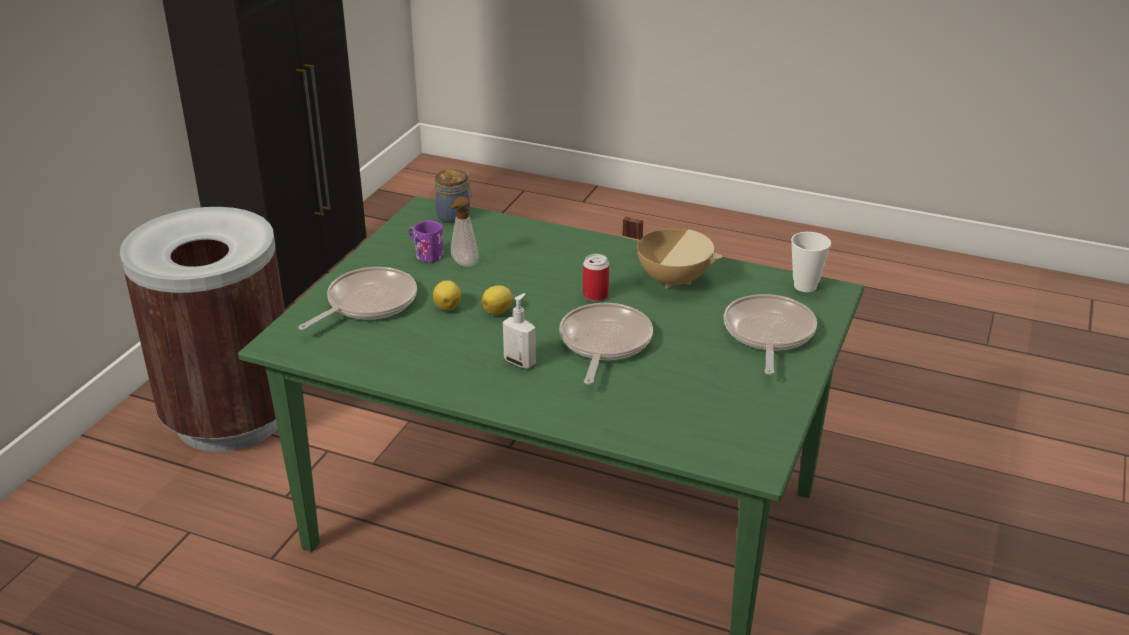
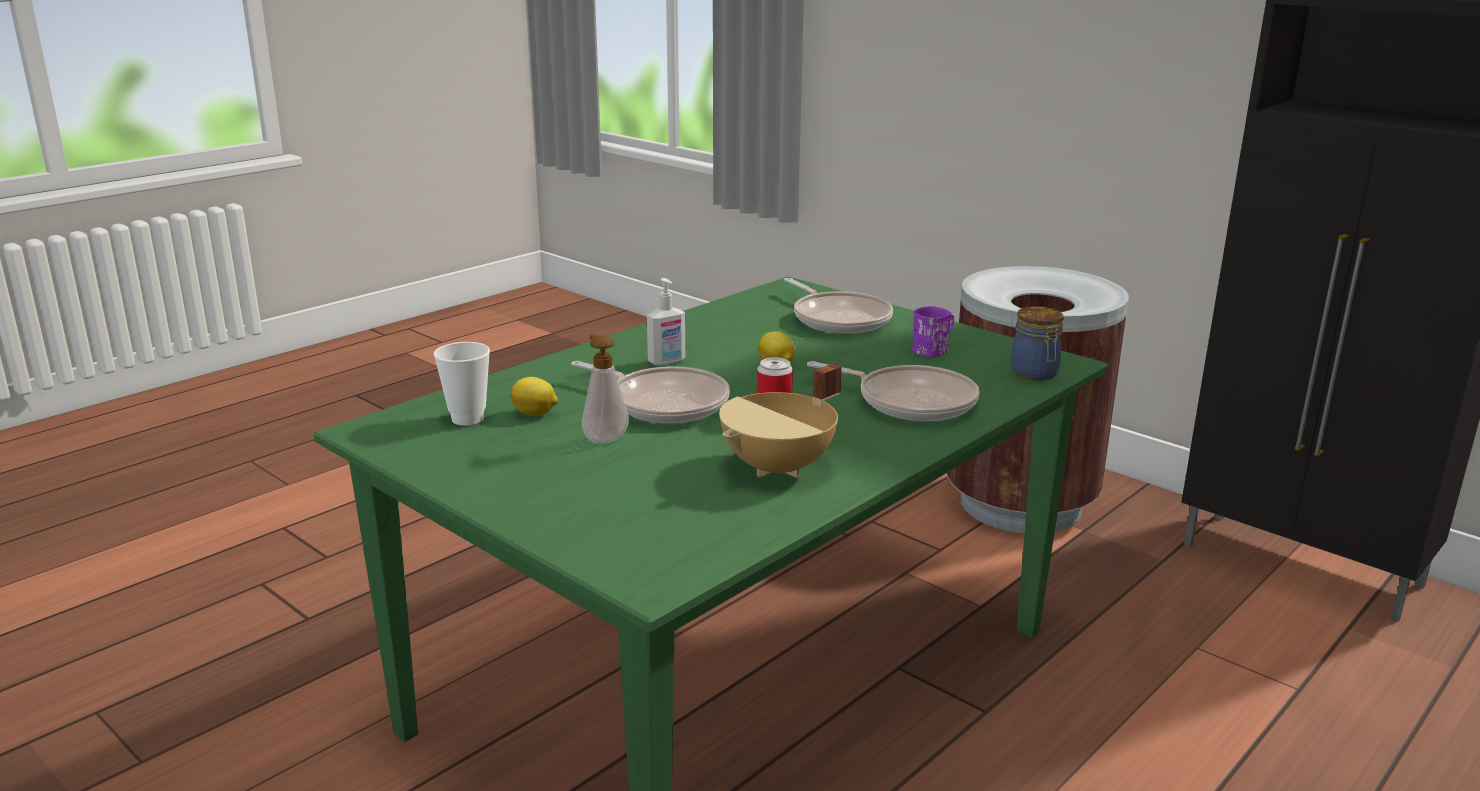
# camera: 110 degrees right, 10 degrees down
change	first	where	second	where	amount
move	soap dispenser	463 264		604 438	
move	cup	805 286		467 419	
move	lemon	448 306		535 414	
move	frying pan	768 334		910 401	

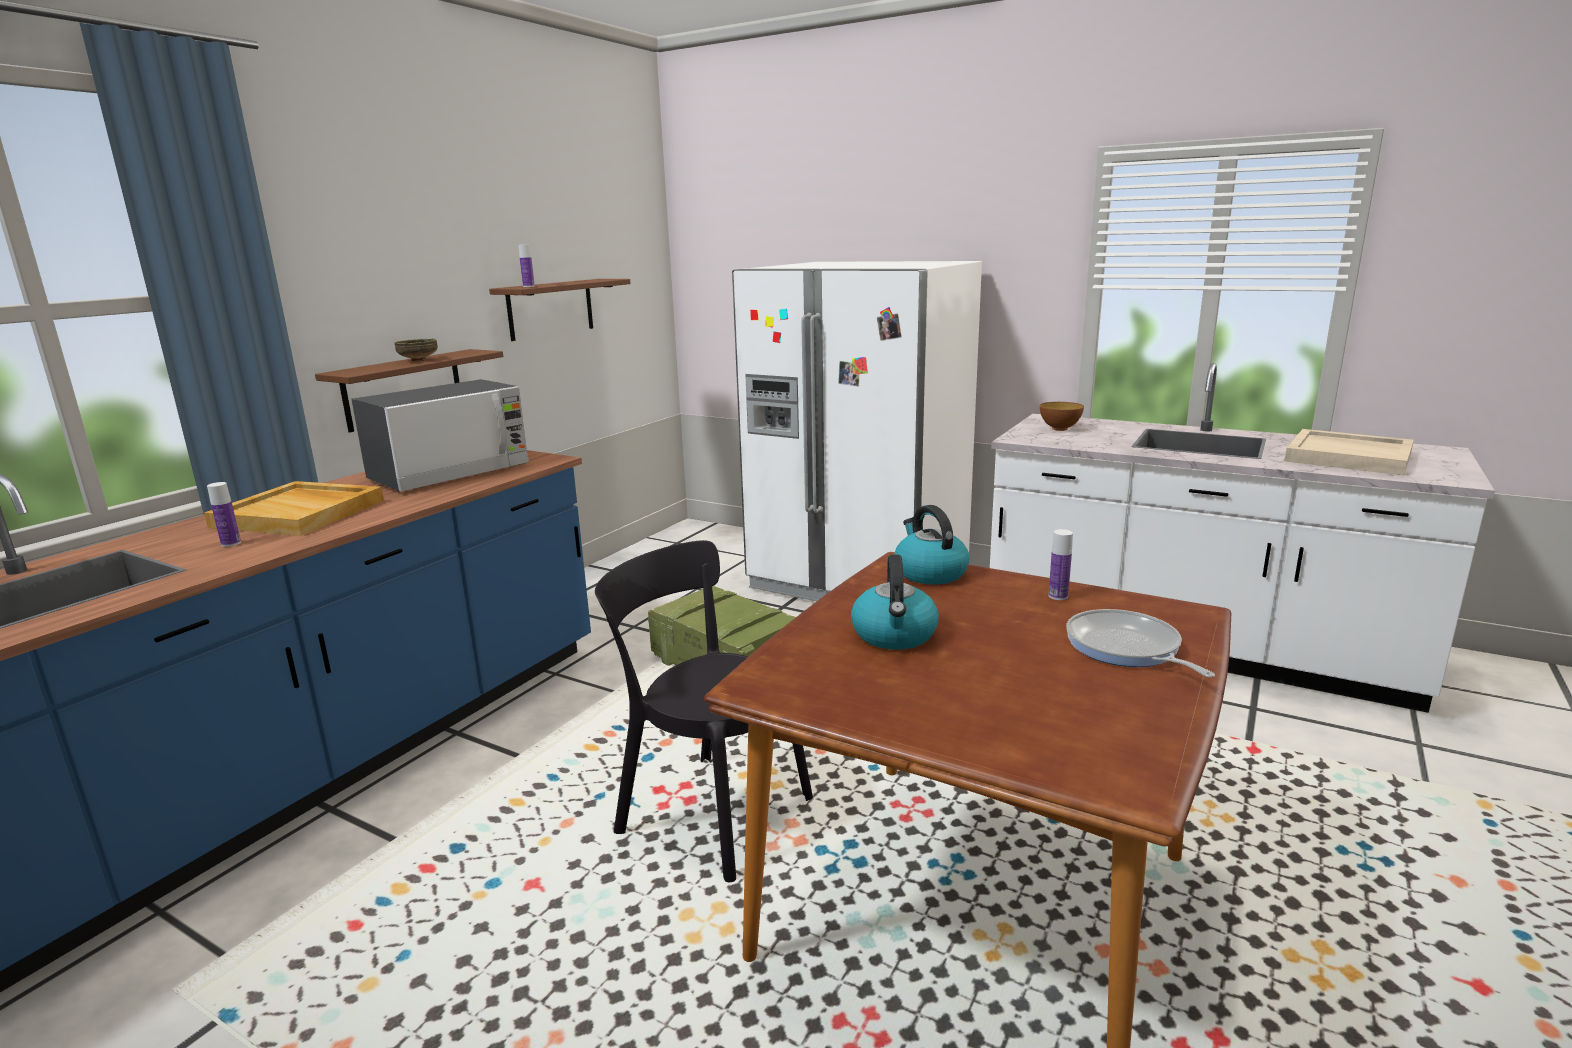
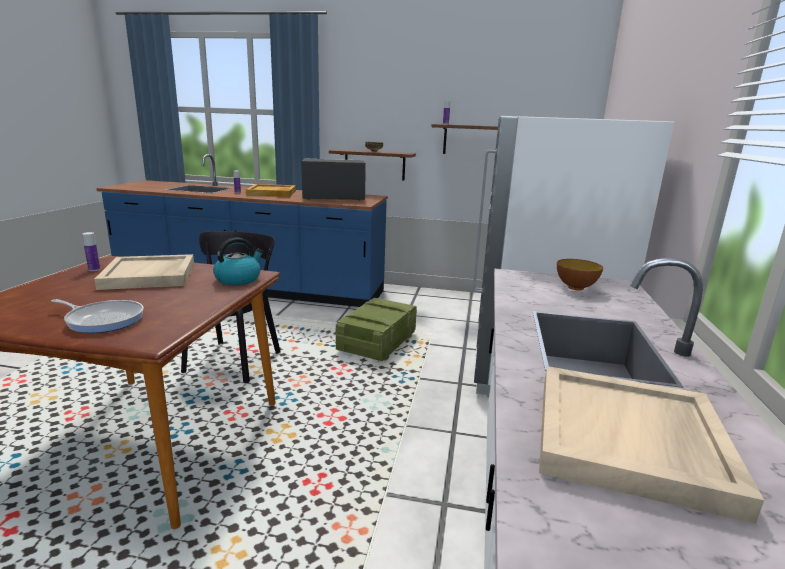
# camera: 70 degrees right, 0 degrees up
change	first	where	second	where	amount
rotate	microwave	451 473		333 198	150 degrees clockwise
move	bottle	1058 596		94 269	
replace	kettle	895 635	beige tray	150 275	
rotate	frying pan	1126 648		103 320	60 degrees clockwise

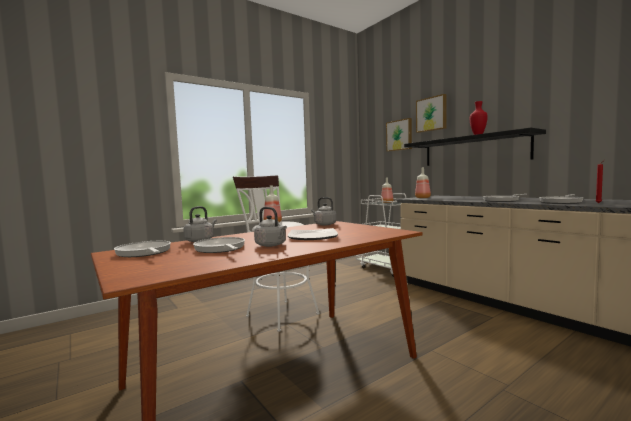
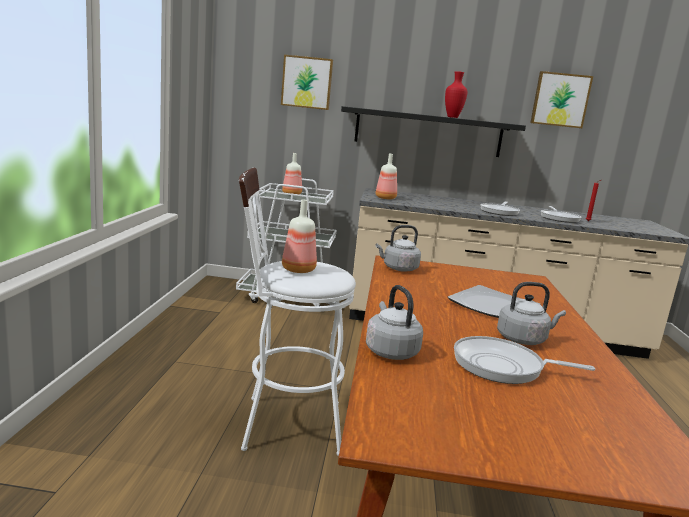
# camera: 50 degrees left, 10 degrees up
change	first	where	second	where	amount
move	picture	431 114		560 100	
delete	frying pan	144 253			

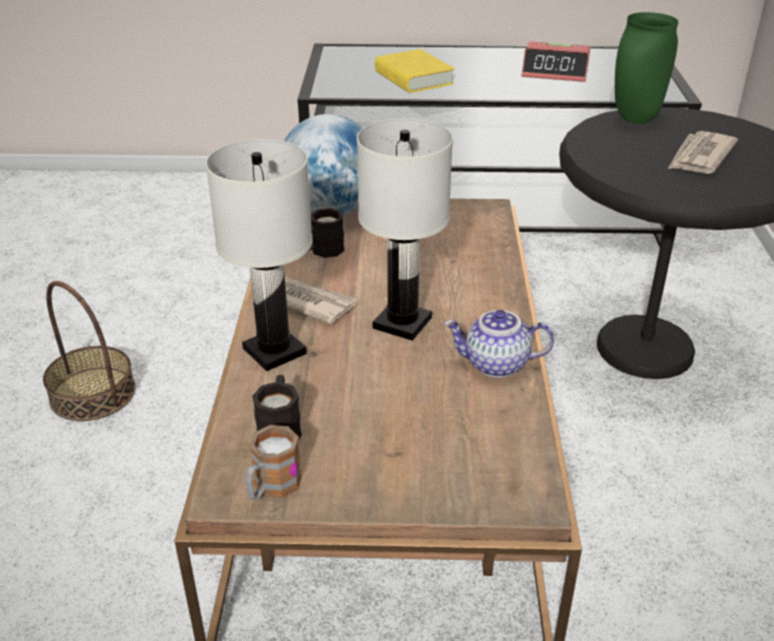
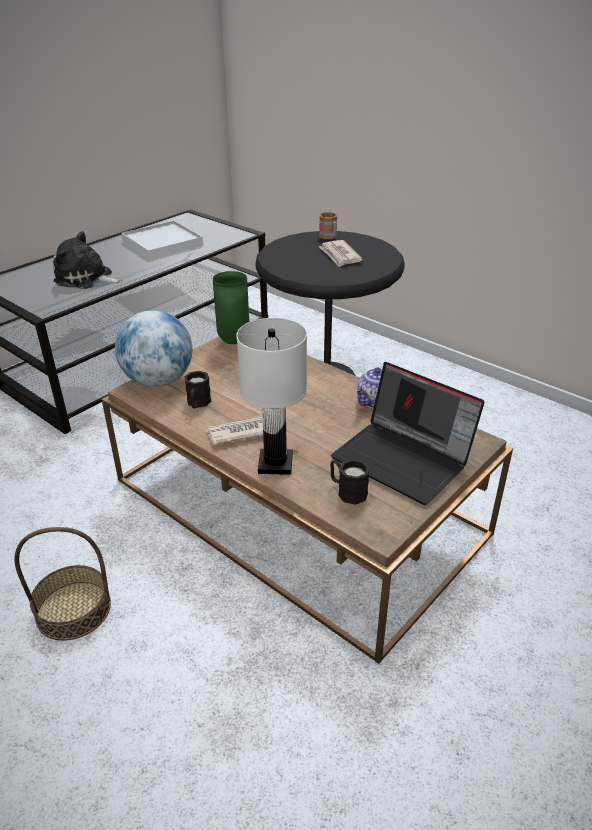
# camera: 50 degrees left, 0 degrees up
change	first	where	second	where	amount
move	green vase	634 118		233 340	
replace	alarm clock	555 72	white tray	162 243	
replace	yellow book	413 78	plush toy	86 279	
delete	white table lamp	401 323			
move	mug	271 487		329 237	
insert			laptop	404 459	

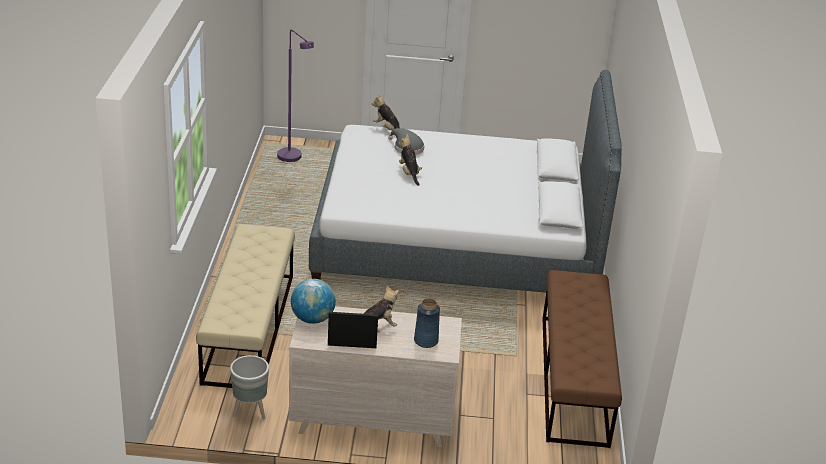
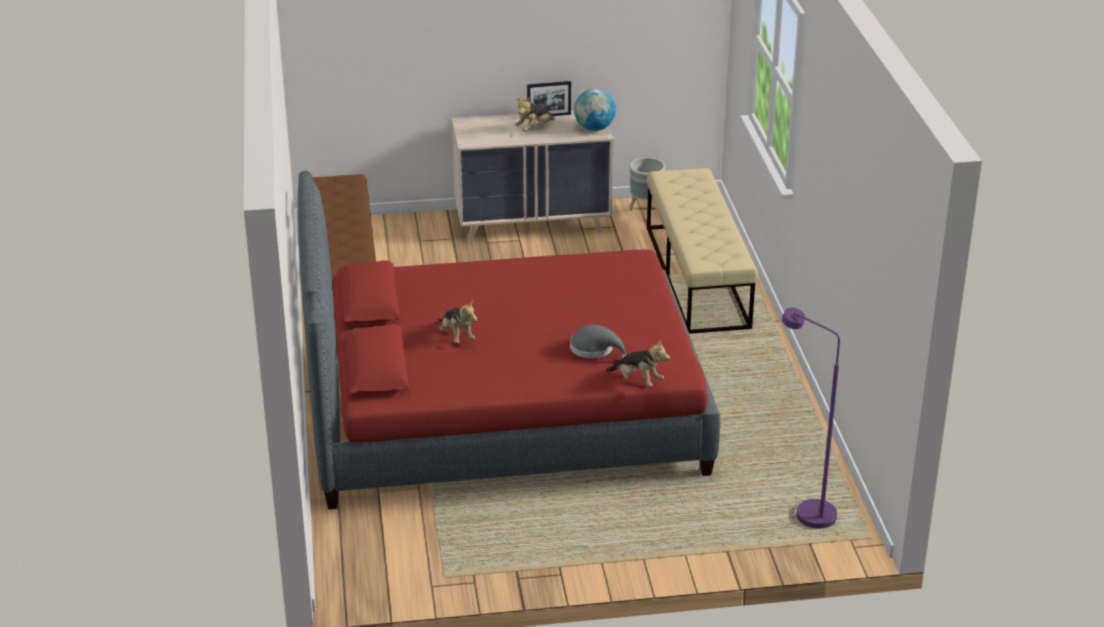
# camera: 170 degrees right, 0 degrees up
change	first	where	second	where	amount
recolor	white bed	457 243	red bed	503 414	
move	plush toy	409 173		456 336	
delete	blue vase	425 341			

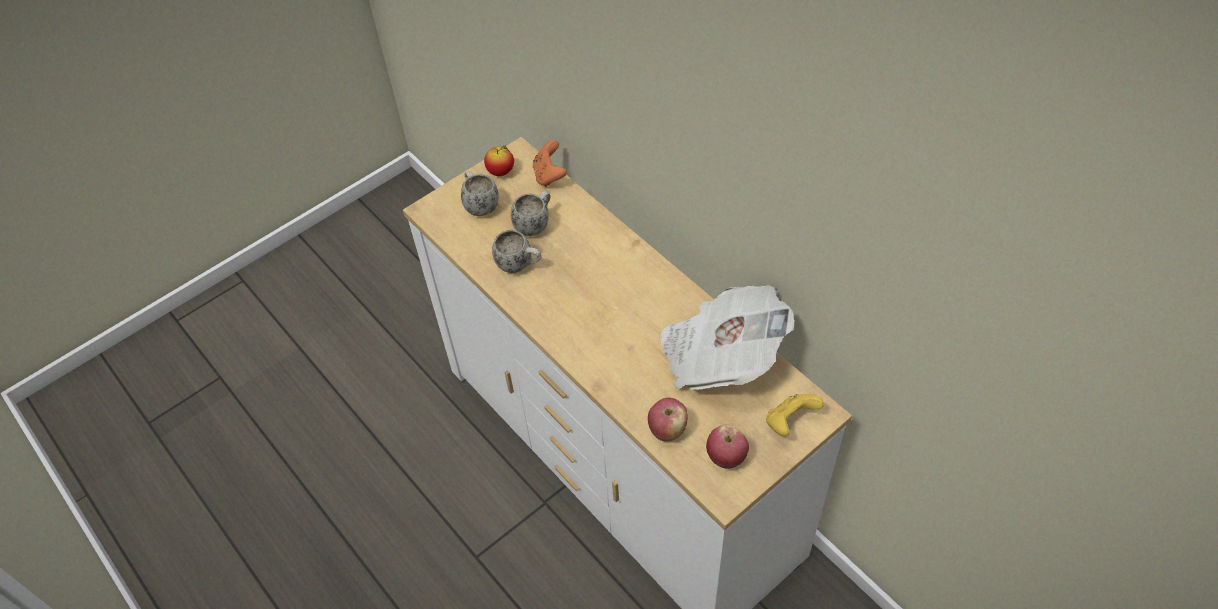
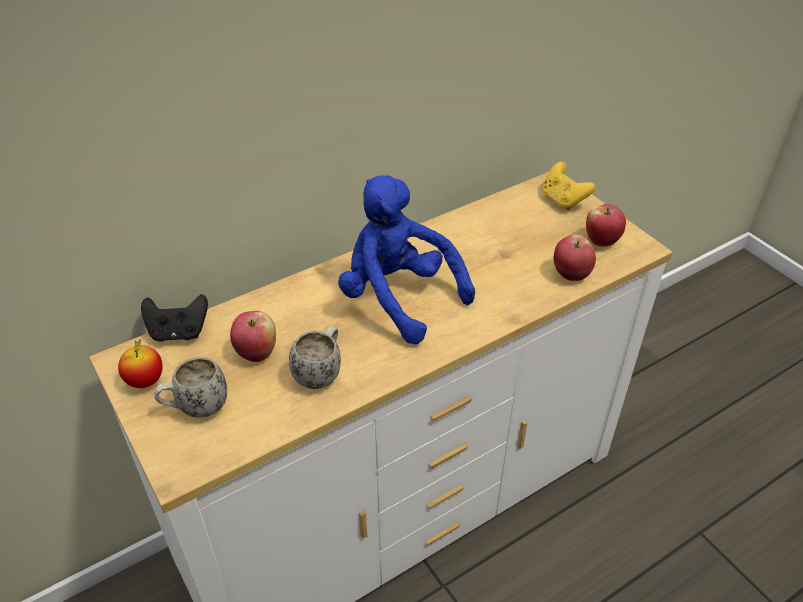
# camera: 85 degrees left, 10 degrees down
change	first	where	second	where	amount
recolor	orange game controller	549 175	black game controller	178 332	
replace	white mug	535 224	apple	256 352	
delete	newspaper	720 356			
insert			blue plush toy	398 297	

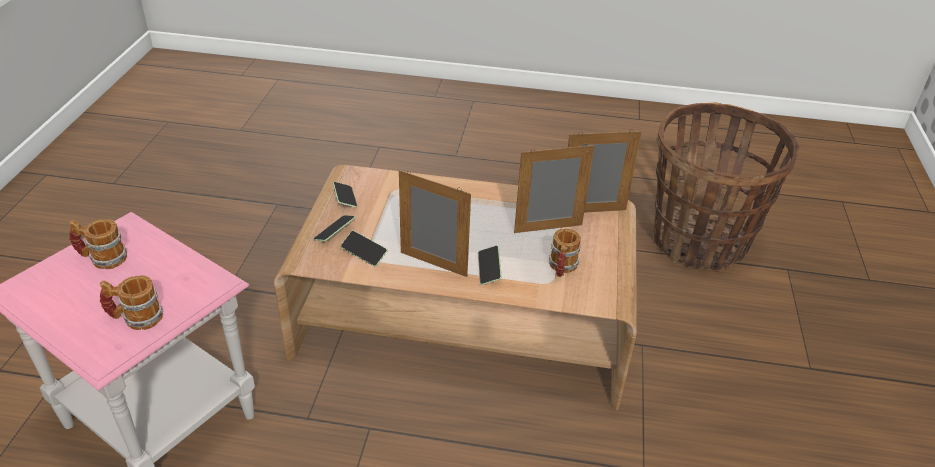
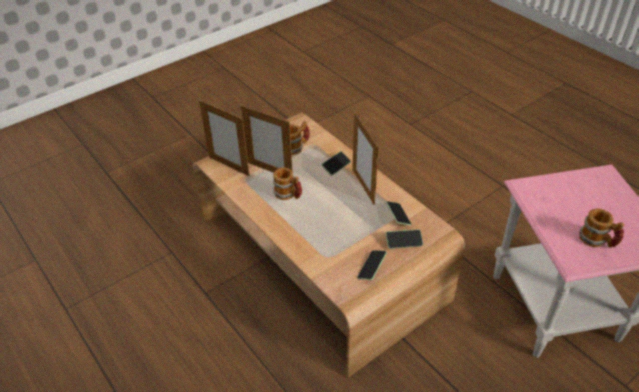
# camera: 135 degrees left, 5 degrees up
change	first	where	second	where	amount
delete	basket	699 241			
move	mug	135 318		288 195	

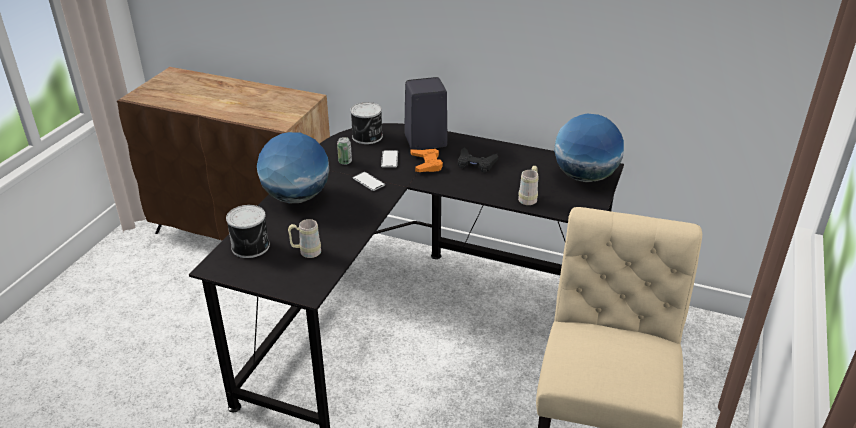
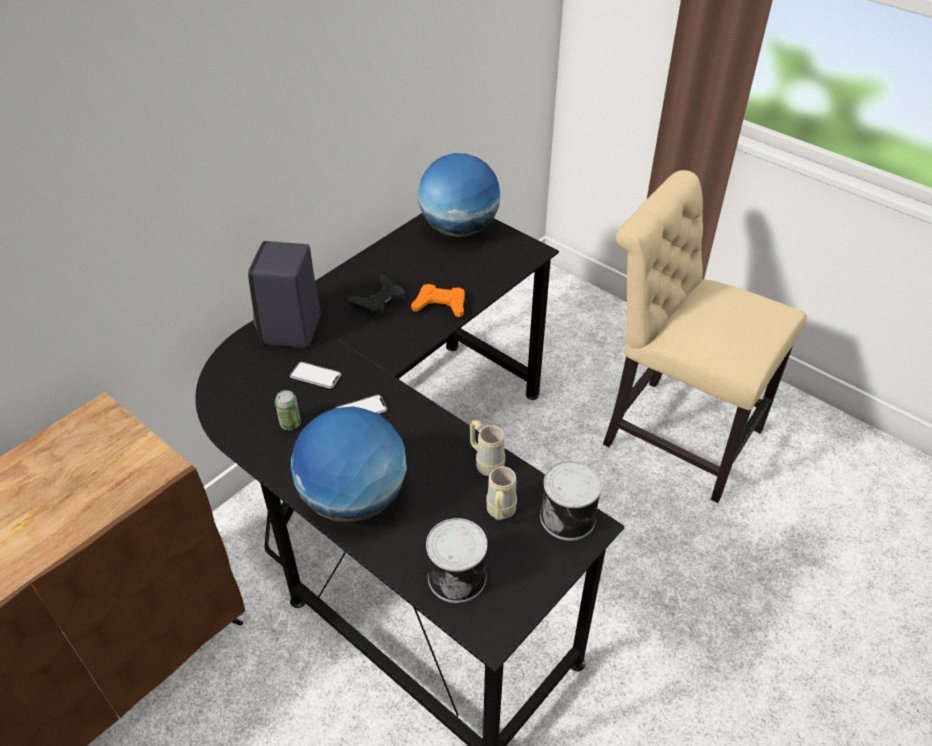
# camera: 70 degrees left, 10 degrees up
change	first	where	second	where	amount
move	can	368 137		569 516	
move	orange game controller	426 163		440 305	
move	beige mug	529 198		486 462	

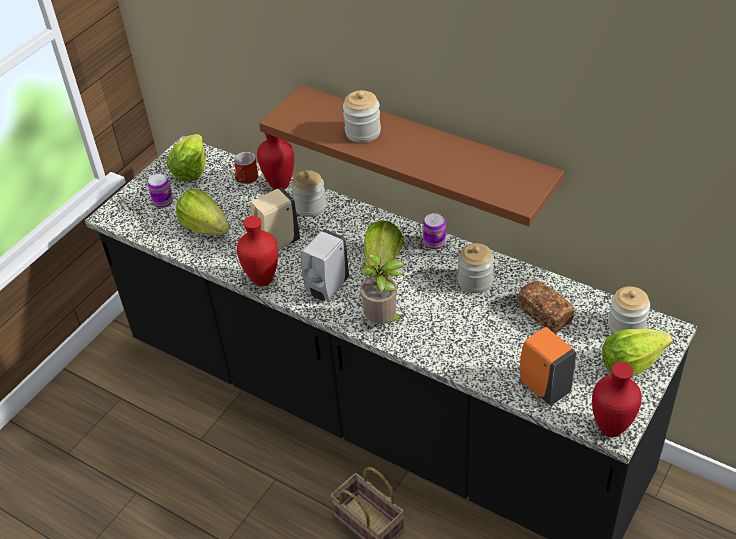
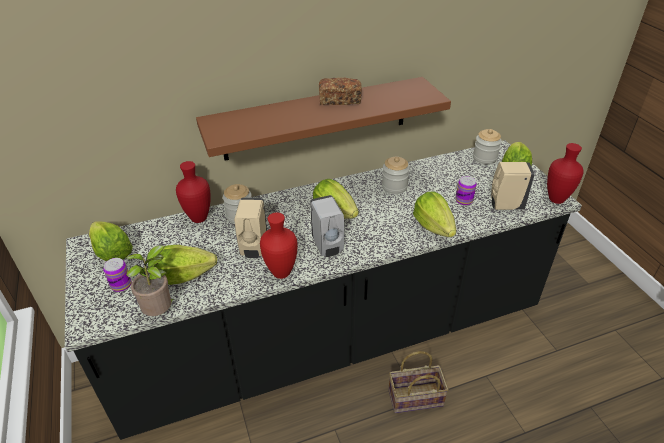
# camera: 55 degrees left, 5 degrees down
change	first	where	second	where	amount
delete	jar	363 132			
delete	red mug	246 180			
move	can	434 242		464 201	
move	potted plant	383 321		161 312	
move	bread	544 314		340 100	
recolor	orange soap dispenser	543 386	beige soap dispenser	504 205	
insert			lettuce	433 227	

